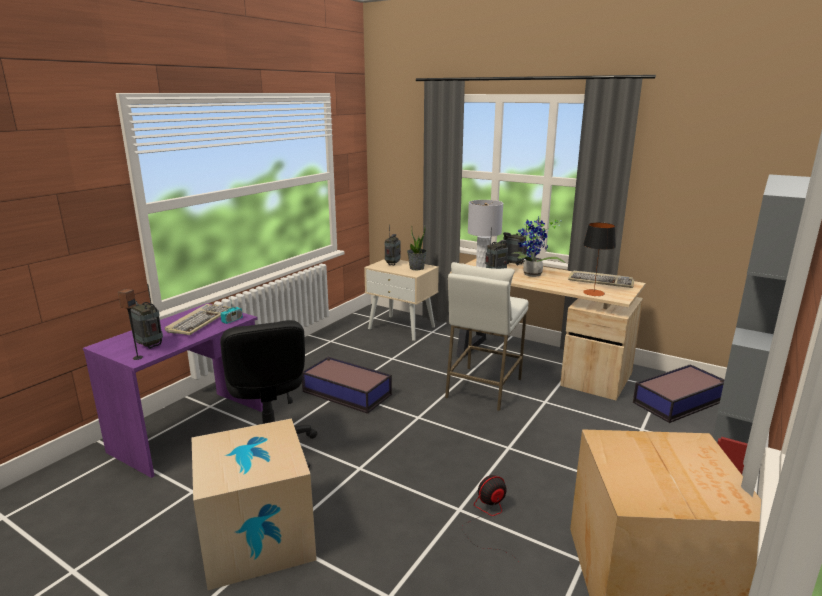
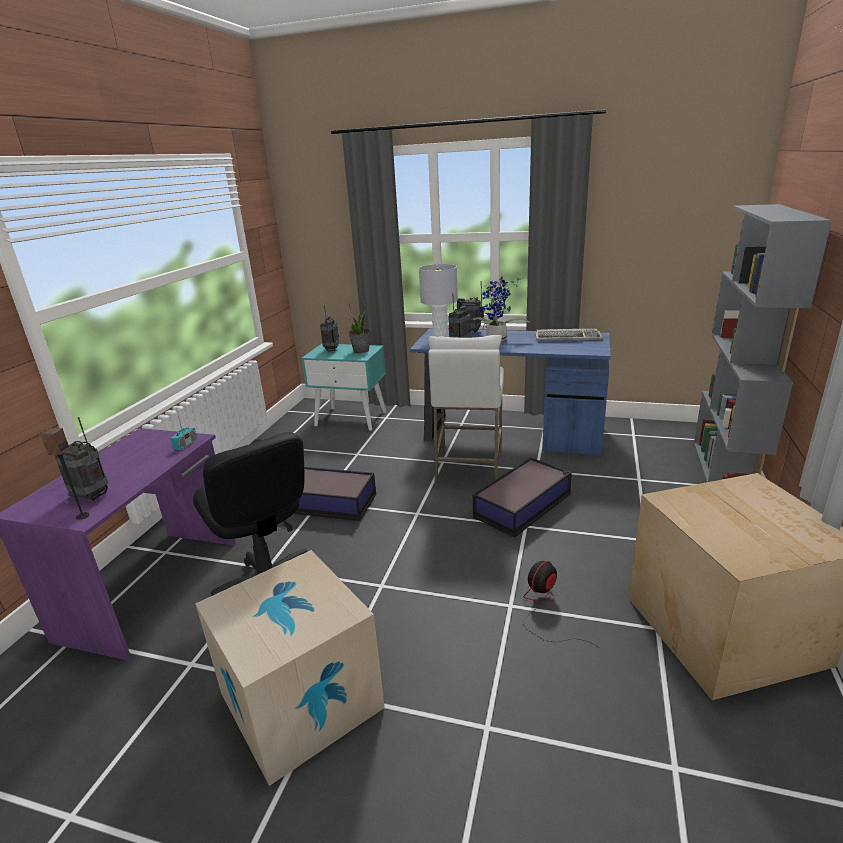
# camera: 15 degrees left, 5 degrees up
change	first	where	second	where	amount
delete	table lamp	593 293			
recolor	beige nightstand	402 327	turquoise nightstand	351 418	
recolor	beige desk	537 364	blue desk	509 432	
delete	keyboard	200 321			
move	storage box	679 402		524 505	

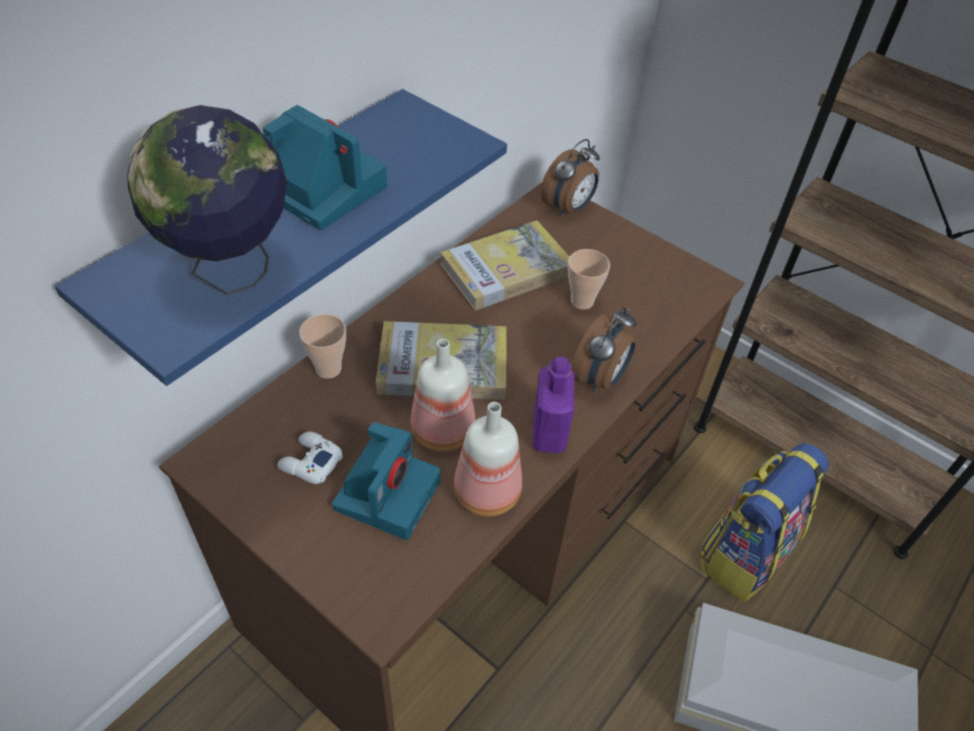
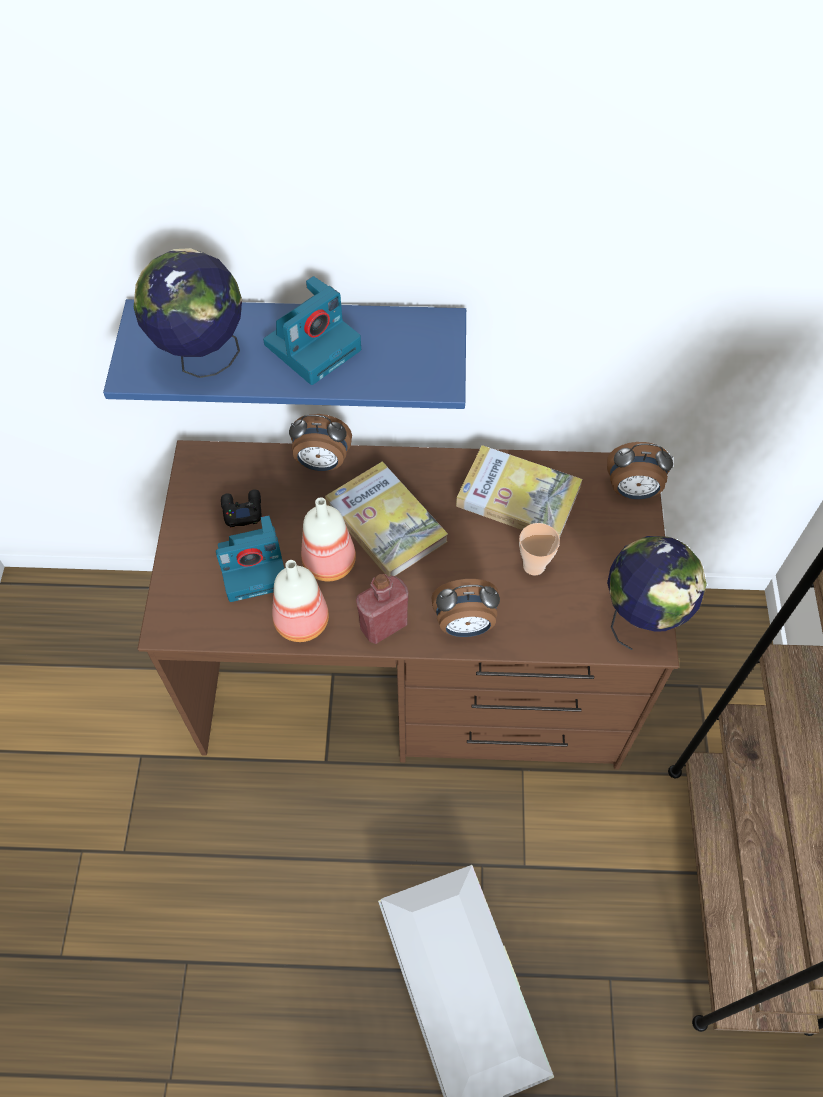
# camera: 55 degrees right, 10 degrees up
change	first	where	second	where	amount
rotate	photo camera	322 189		313 345	45 degrees clockwise
replace	cup	328 369	alarm clock	322 463	
recolor	purple bottle	549 433	red bottle	383 625	
recolor	white game controller	310 462	black game controller	242 510	
delete	backpack	745 553			
insert			globe	642 616	

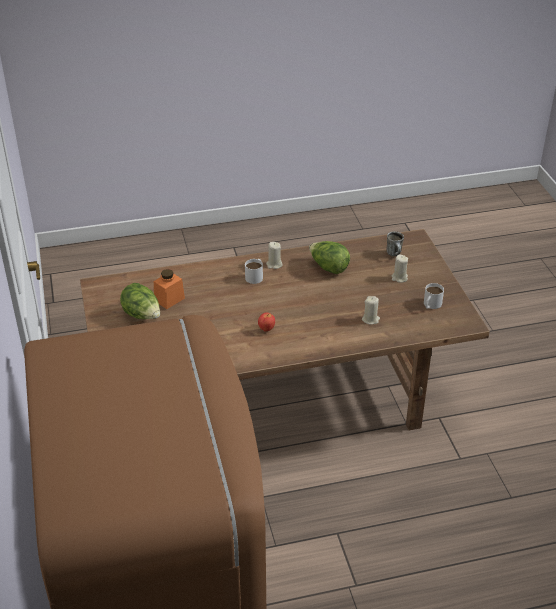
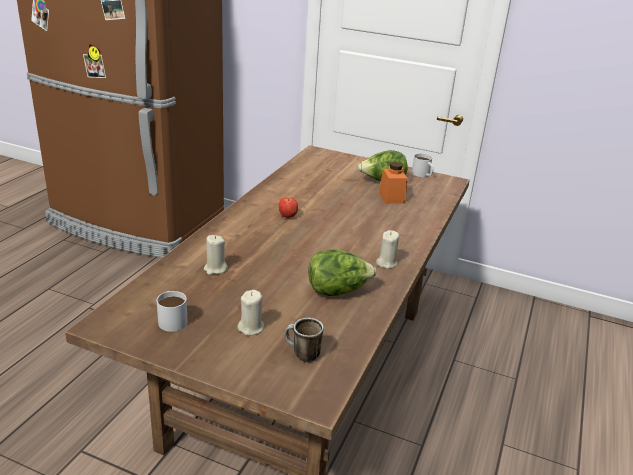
# camera: 125 degrees right, 10 degrees down
change	first	where	second	where	amount
move	white mug	255 276		423 174	

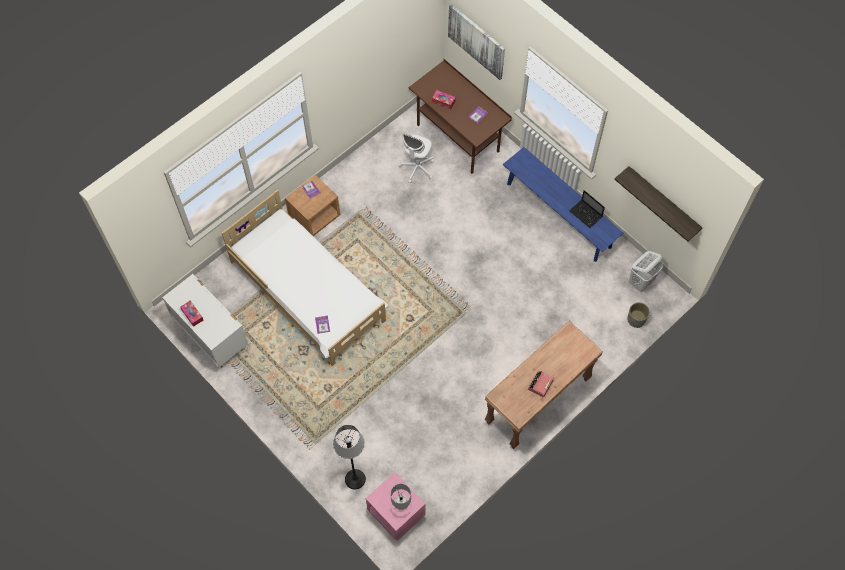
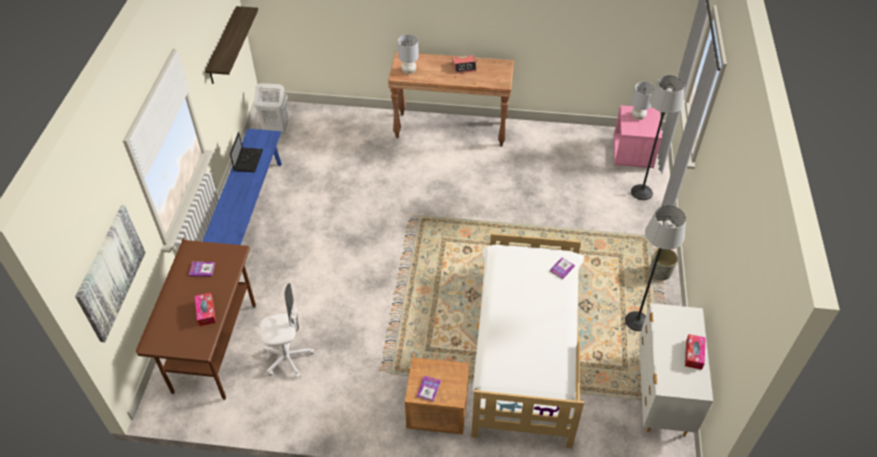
# camera: 130 degrees left, 15 degrees down
change	first	where	second	where	amount
move	grey planter	636 320		660 272	
insert			grey table lamp	409 71	
insert			floor lamp	636 321	

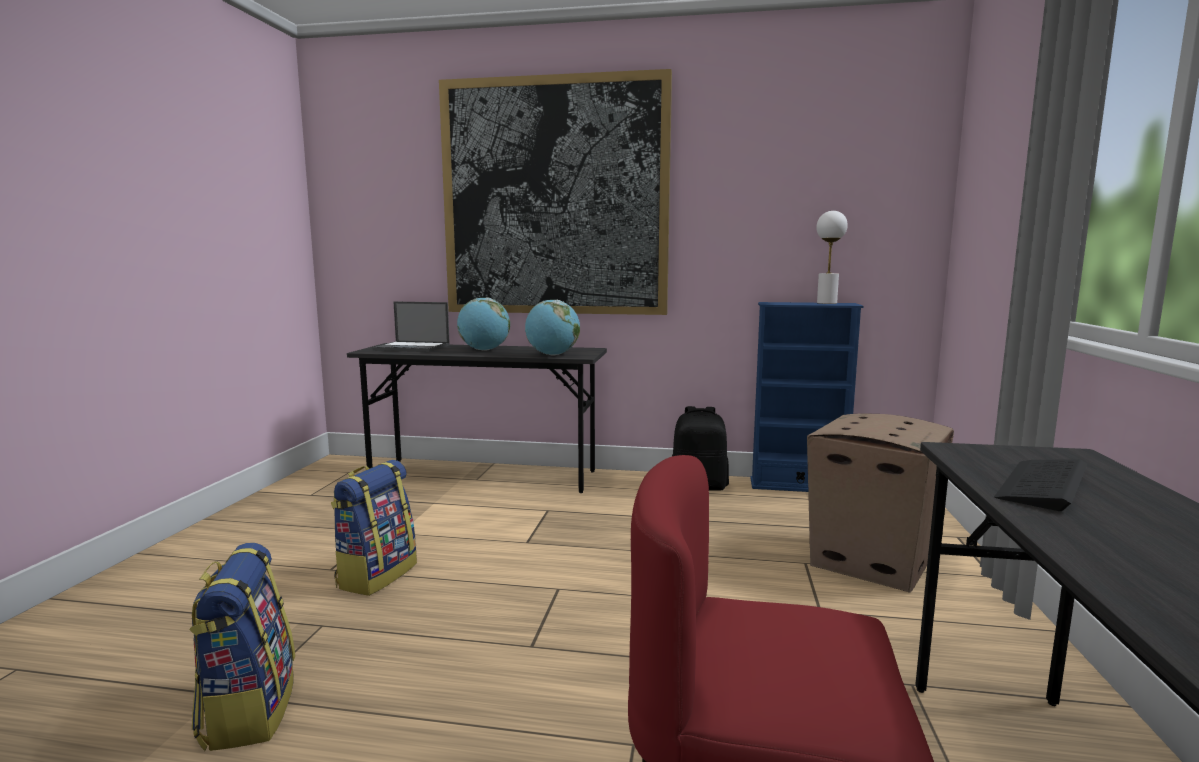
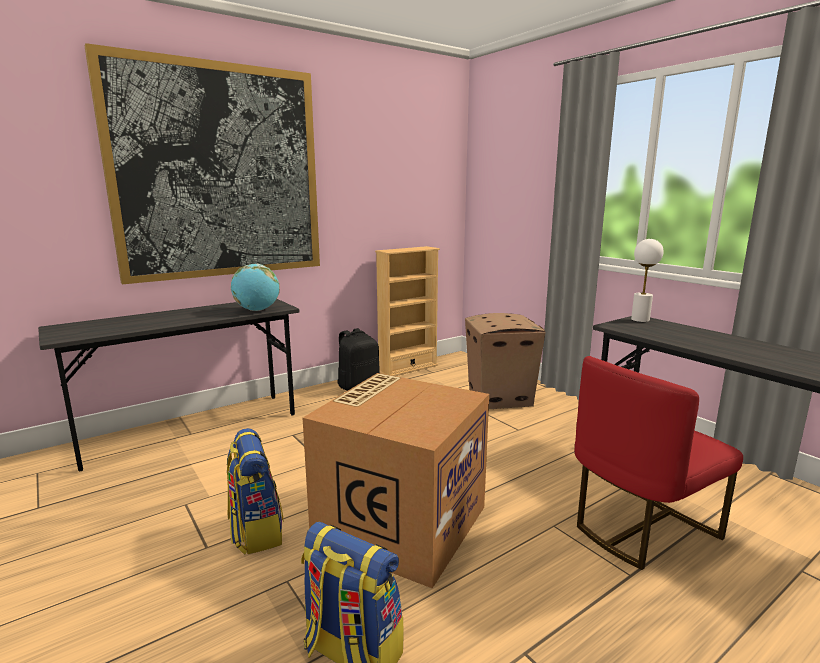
# camera: 45 degrees left, 5 degrees up
change	first	where	second	where	amount
move	white table lamp	827 303		640 320	
delete	globe	484 350			
delete	laptop	413 347			
recolor	blue bookcase	798 486	beige bookcase	408 368	
delete	keyboard	1042 484			
insert			cardboard box	400 521	

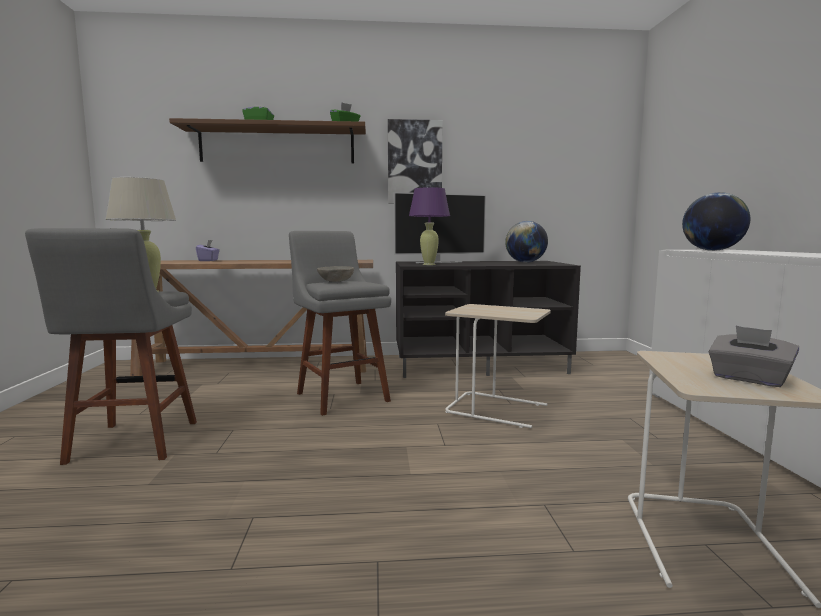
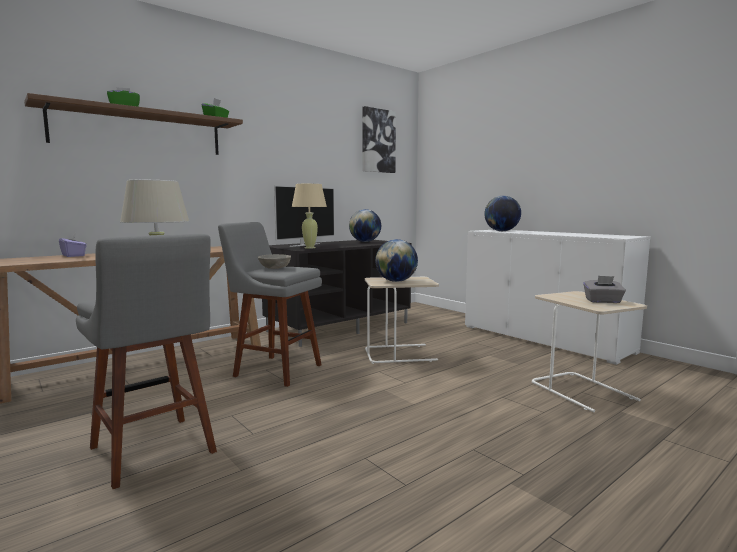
# camera: 35 degrees left, 0 degrees up
change	first	where	second	where	amount
move	picture	414 163		378 141	
recolor	purple table lamp	428 264	beige table lamp	310 248	
insert			globe	396 281	

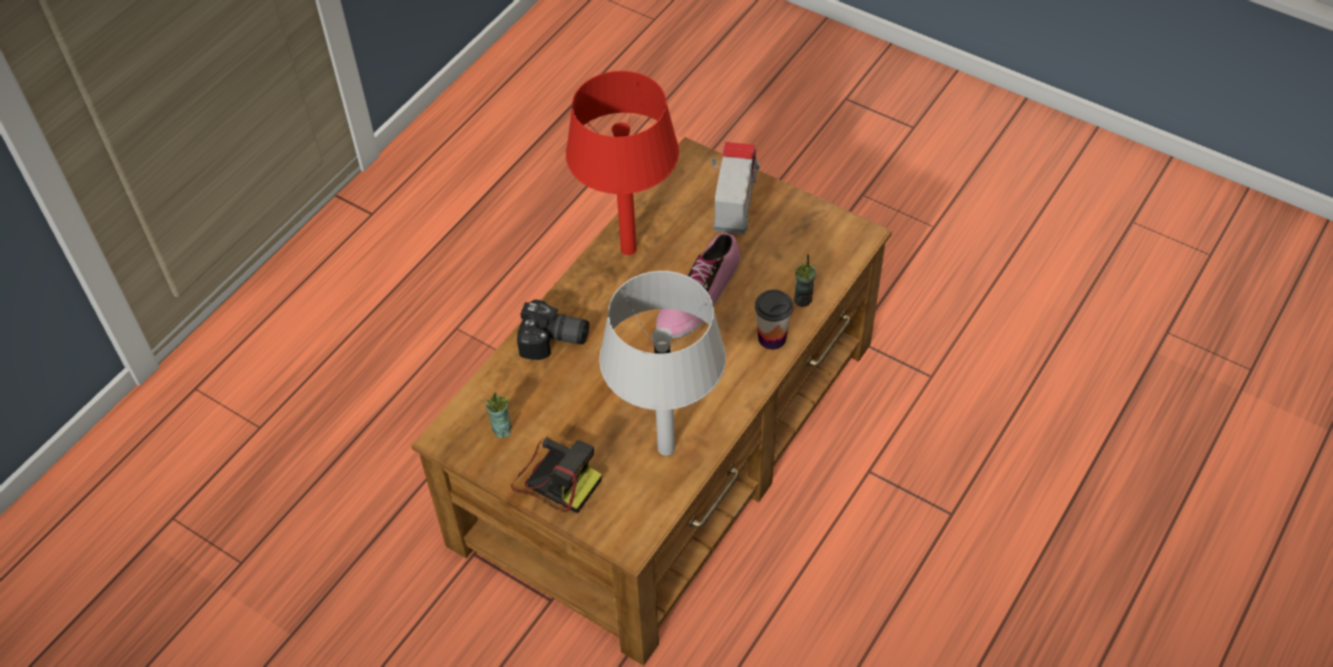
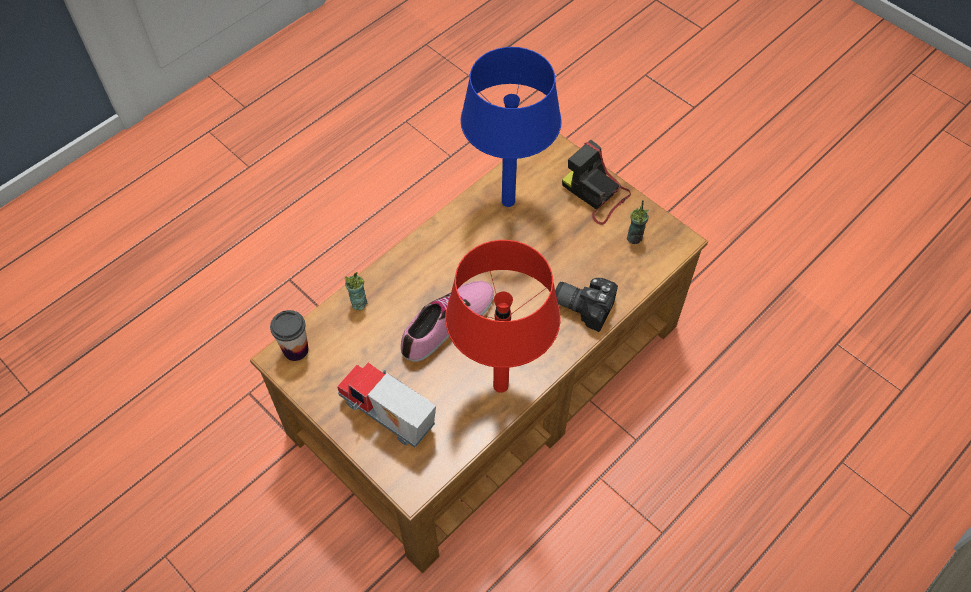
# camera: 170 degrees left, 5 degrees up
change	first	where	second	where	amount
rotate	toy truck	732 204		387 417	105 degrees clockwise
recolor	grey table lamp	664 448	blue table lamp	509 201	
move	cup	772 338		295 349	

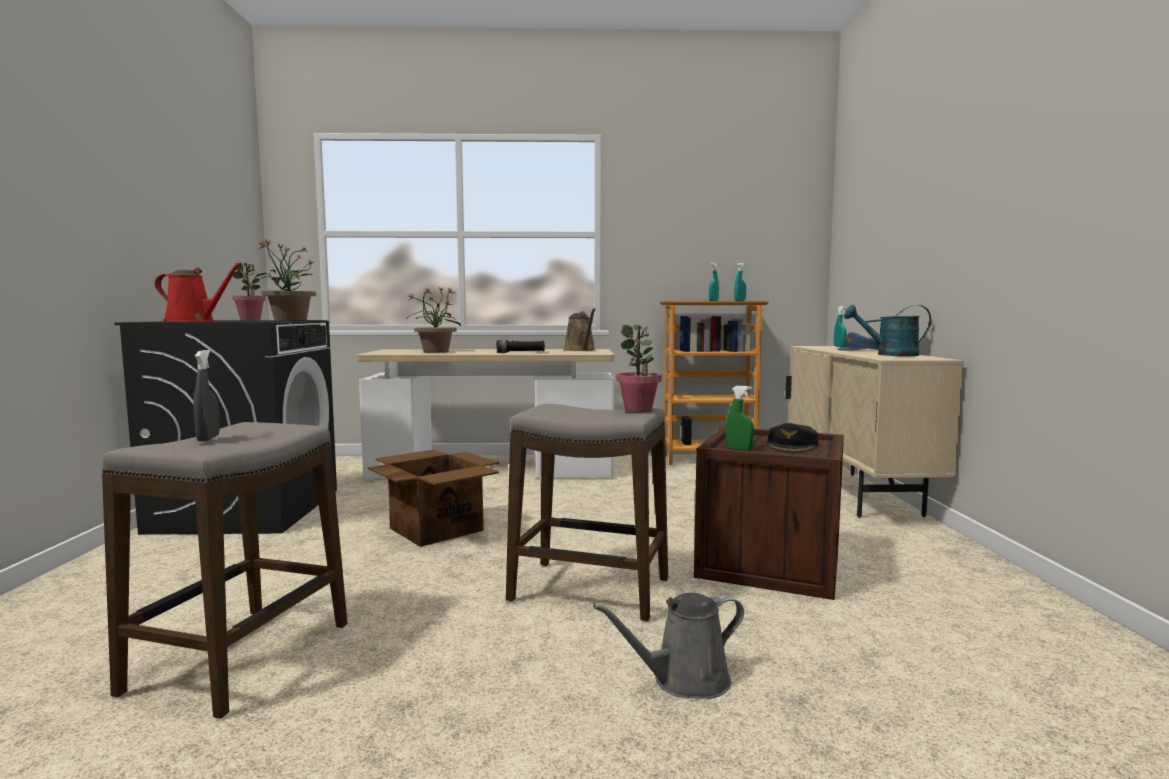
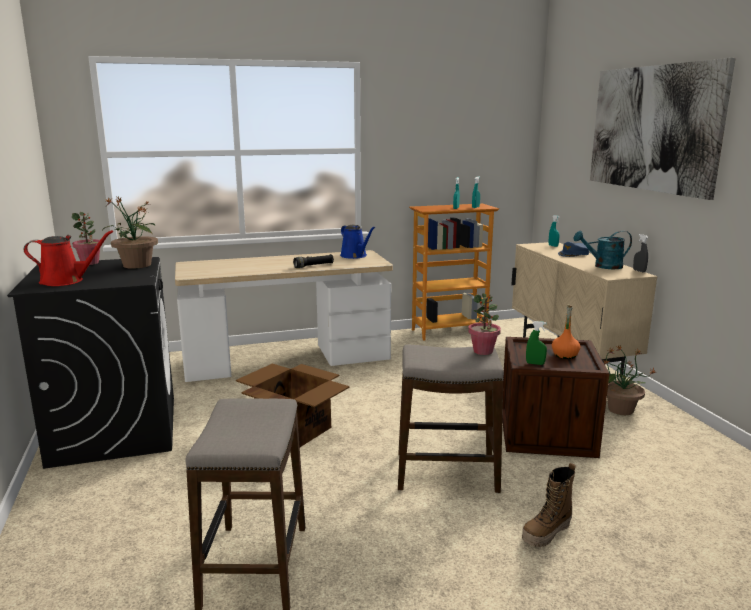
# camera: 15 degrees left, 10 degrees up
change	first	where	second	where	amount
move	potted plant	435 351		619 409	
recolor	brown watering can	580 350	blue watering can	355 256	
move	grey spray bottle	208 438		639 271	
replace	black cap	792 445	orange bottle	565 355	
replace	grey watering can	684 681	boot	547 533	
insert			picture	653 128	

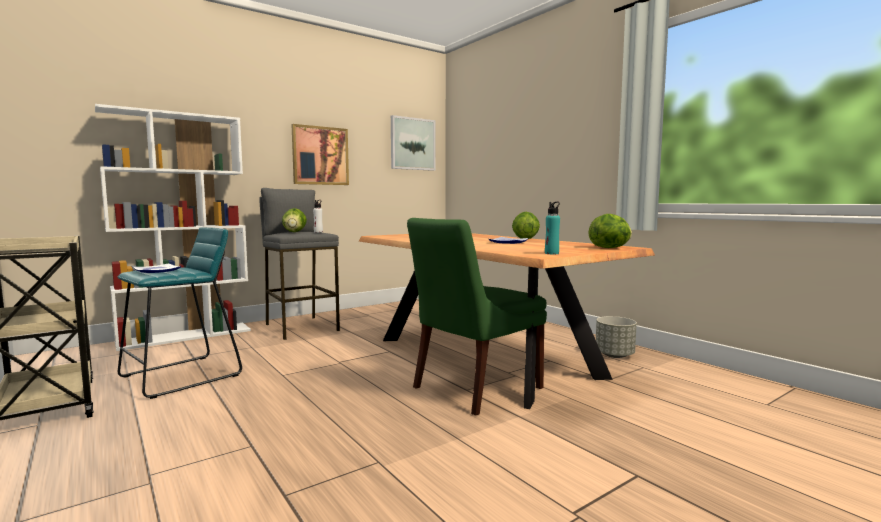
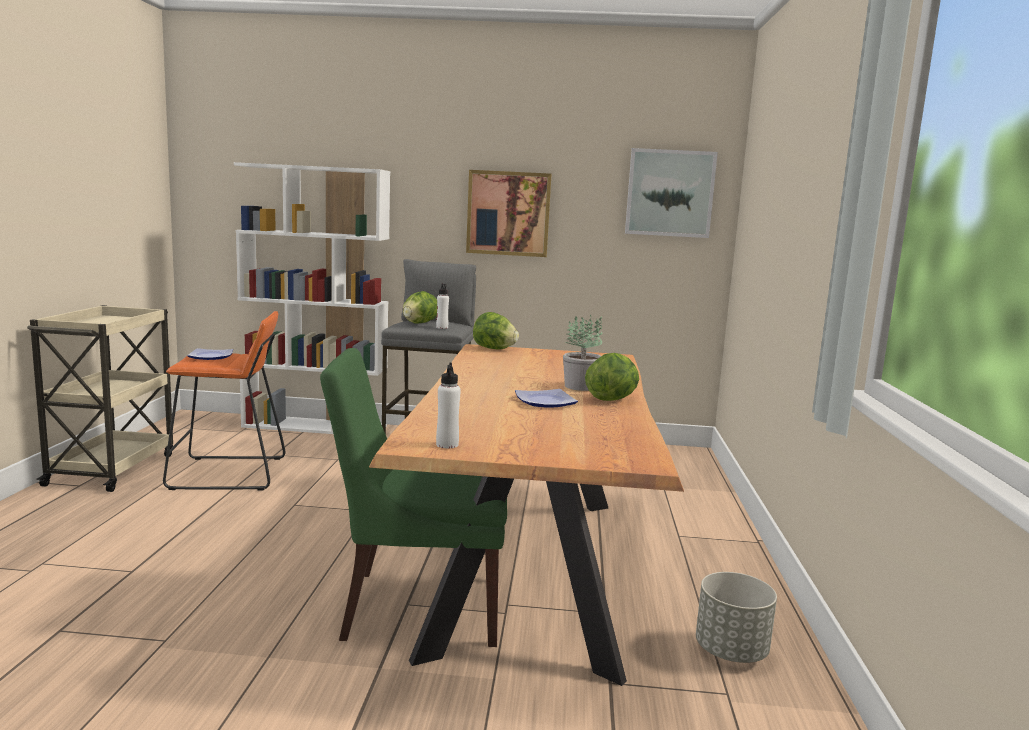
# camera: 40 degrees right, 5 degrees up
change	first	where	second	where	amount
recolor	turquoise bottle	551 253	white bottle	447 444	
move	lettuce	610 248		494 349	
recolor	turquoise stool	181 376	orange stool	228 474	
insert			potted plant	581 386	

